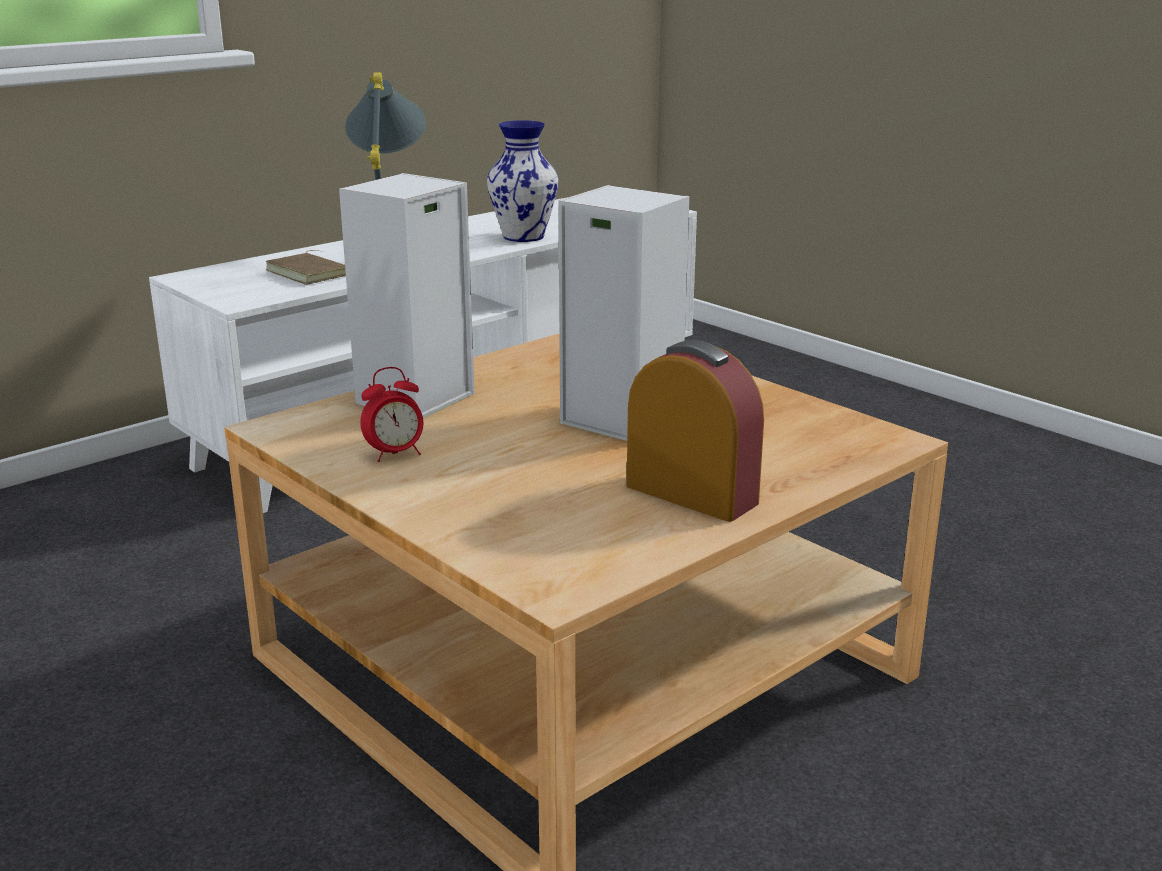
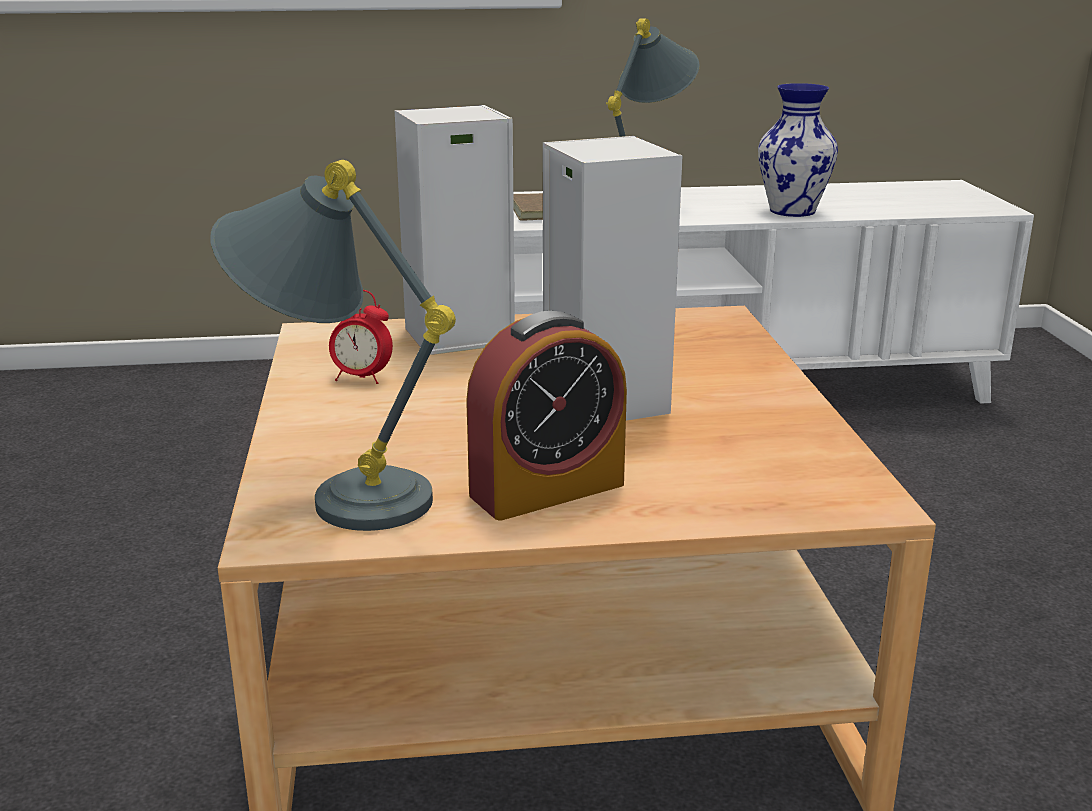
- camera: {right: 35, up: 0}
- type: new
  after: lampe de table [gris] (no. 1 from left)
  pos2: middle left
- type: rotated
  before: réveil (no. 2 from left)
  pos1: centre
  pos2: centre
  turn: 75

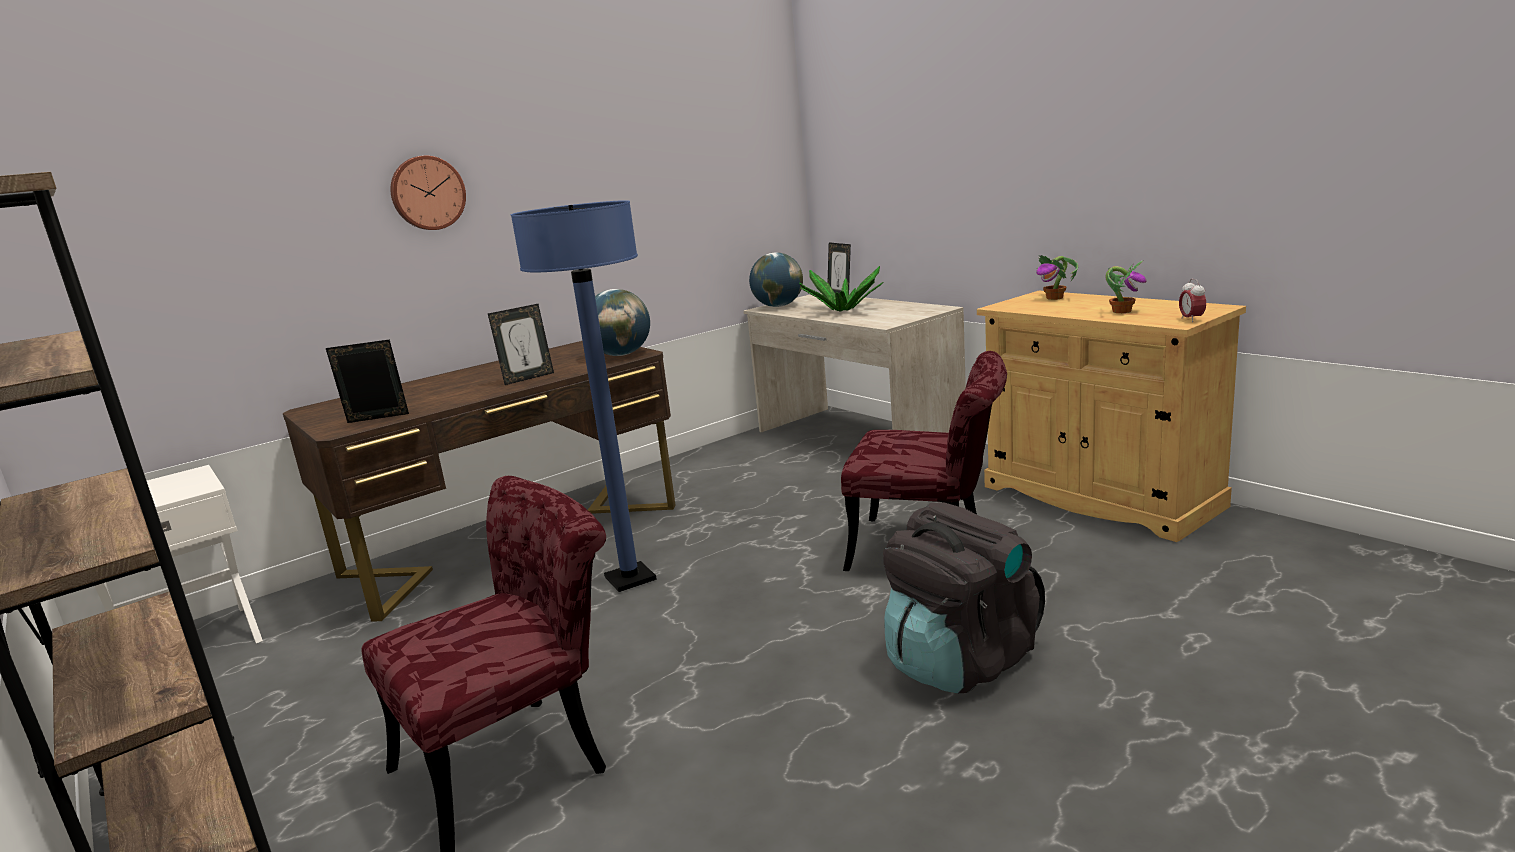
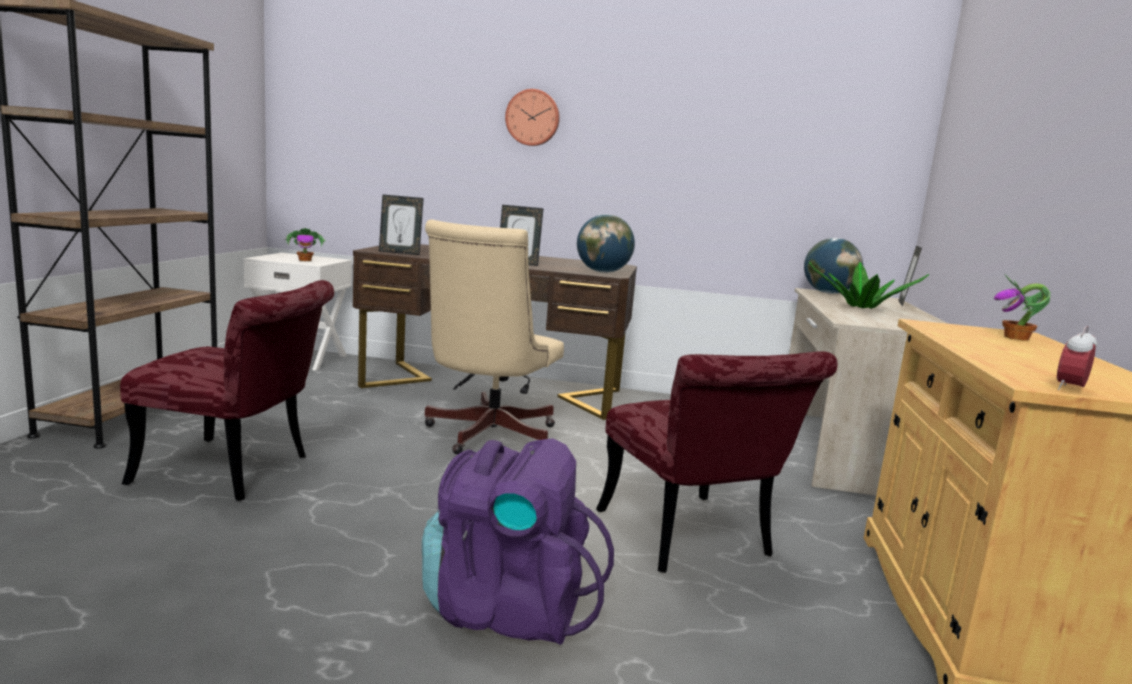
- camera: {right: 45, up: -5}
- type: shifted
  before: plante en pot (no. 3 from left in the first image)
  after: plante en pot (no. 1 from left)
  pos1: middle right
  pos2: middle left
- type: swapped
  before: lampadaire [bleu]
  after: chaise de bureau [beige]
  pos1: centre
  pos2: centre
- type: repainted
  before: sac à dos [noir]
  after: sac à dos [violet]
  pos1: bottom centre
  pos2: bottom centre
- type: rotated
  before: cadre photo (no. 1 from left)
  pos1: middle left
  pos2: top centre
  turn: 150

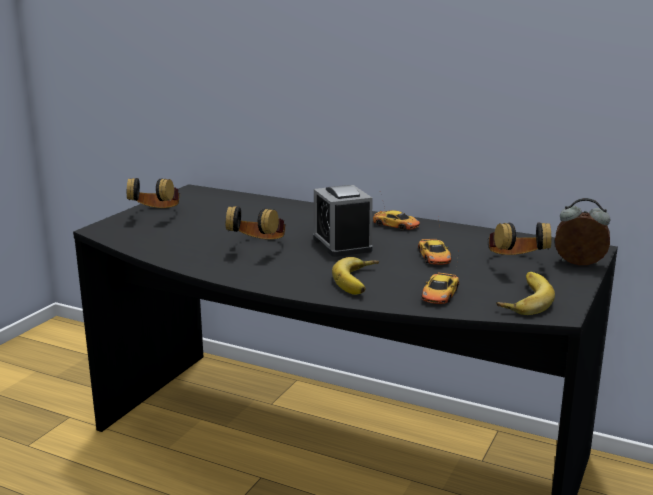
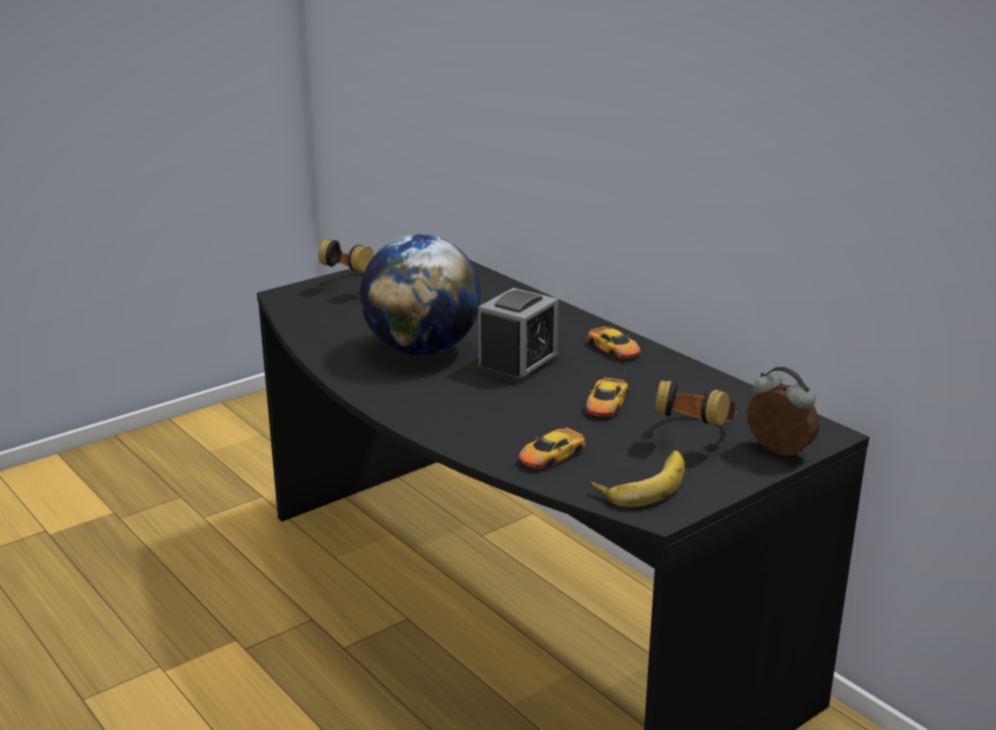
- camera: {right: 25, up: 5}
- type: gone
  before: banane (no. 1 from left)
  pos1: centre
- type: swapped
  before: casque audio (no. 2 from left)
  after: globe
  pos1: centre
  pos2: centre
- type: rotated
  before: réveil (no. 1 from left)
  pos1: centre
  pos2: centre
  turn: -150

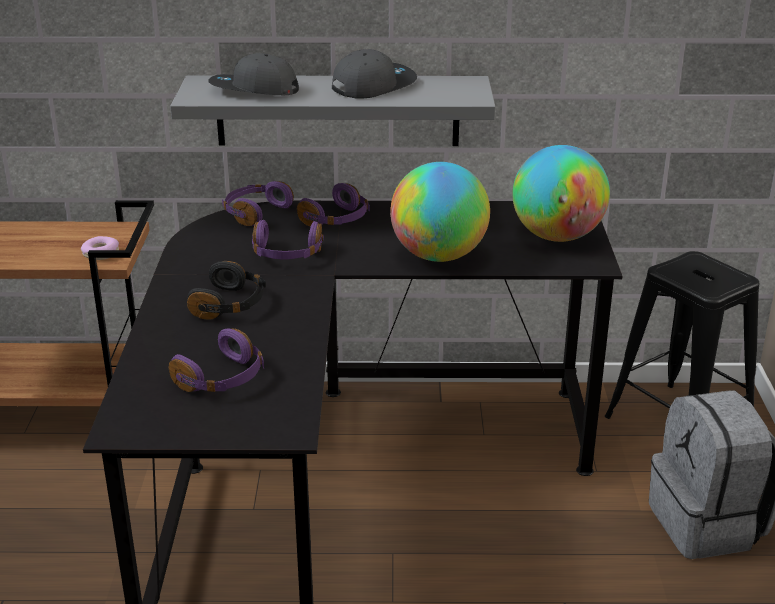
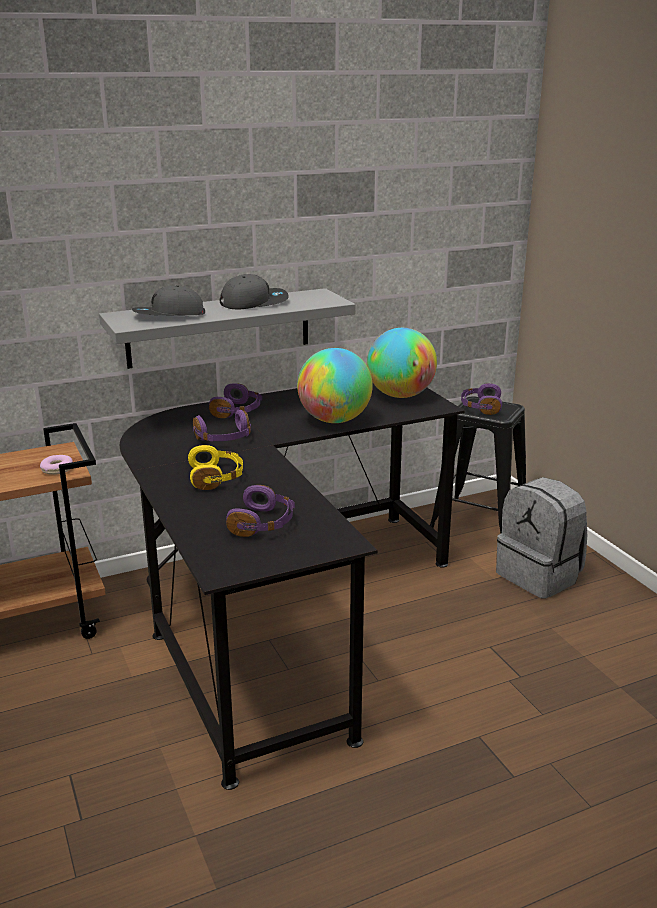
- camera: {right: -25, up: -5}
- type: shifted
  before: casque audio [violet] (no. 2 from left in the first image)
  after: casque audio [violet] (no. 4 from left)
  pos1: middle left
  pos2: middle right
- type: repainted
  before: casque audio [noir]
  after: casque audio [jaune]
  pos1: middle left
  pos2: middle left
- type: rotated
  before: casquette [gris] (no. 2 from left)
  pos1: top centre
  pos2: top centre
  turn: 45

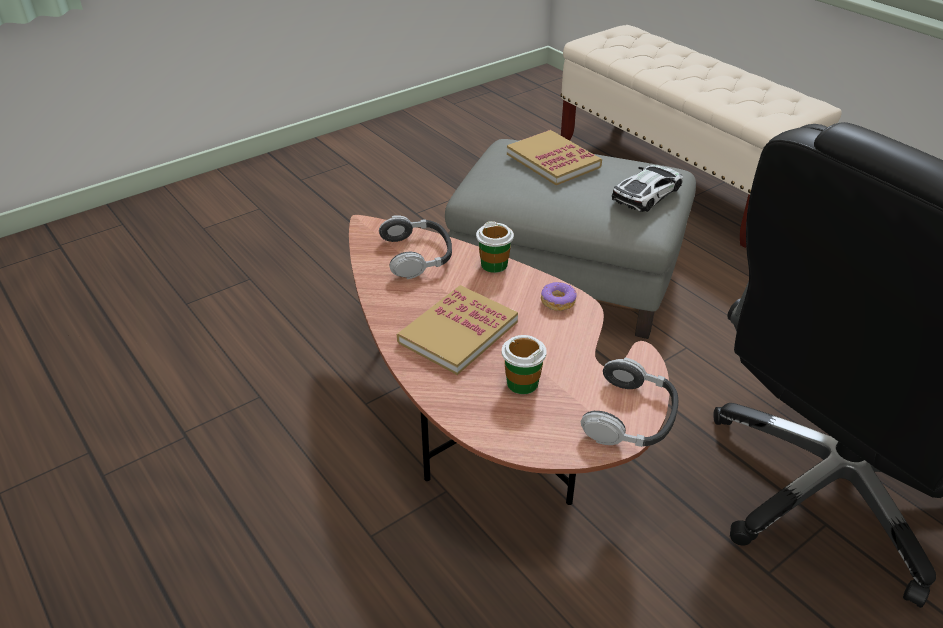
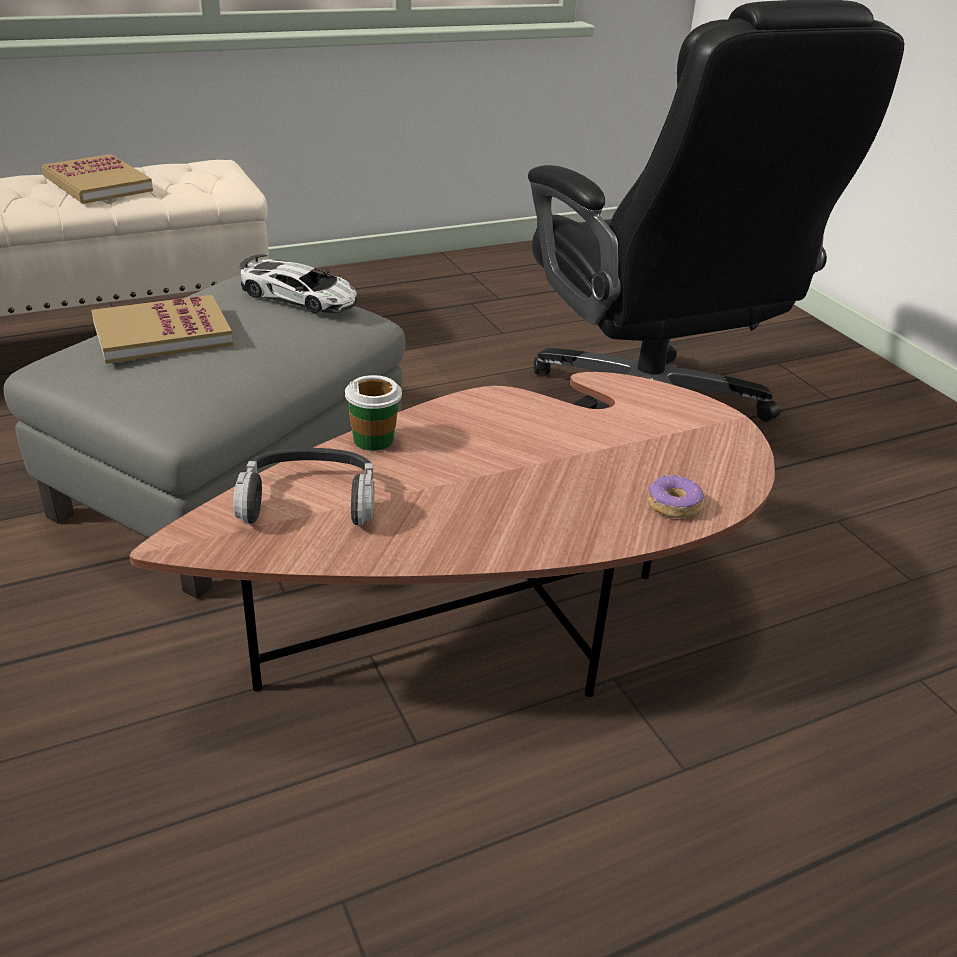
- camera: {right: -80, up: -5}
- type: gone
  before: tasse (no. 2 from left)
  pos1: centre
- type: gone
  before: casque audio (no. 2 from left)
  pos1: middle right
- type: shifted
  before: livre (no. 1 from left)
  pos1: centre
  pos2: top left
- type: shifted
  before: beignet
  pos1: centre
  pos2: middle right
- type: rotated
  before: petite voiture
  pos1: top right
  pos2: top left
  turn: 150

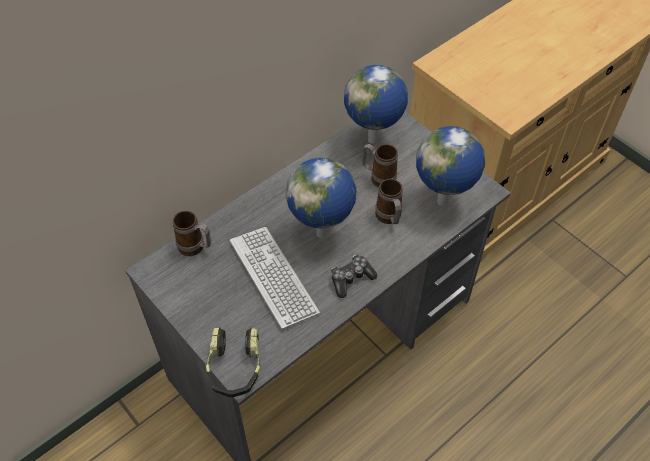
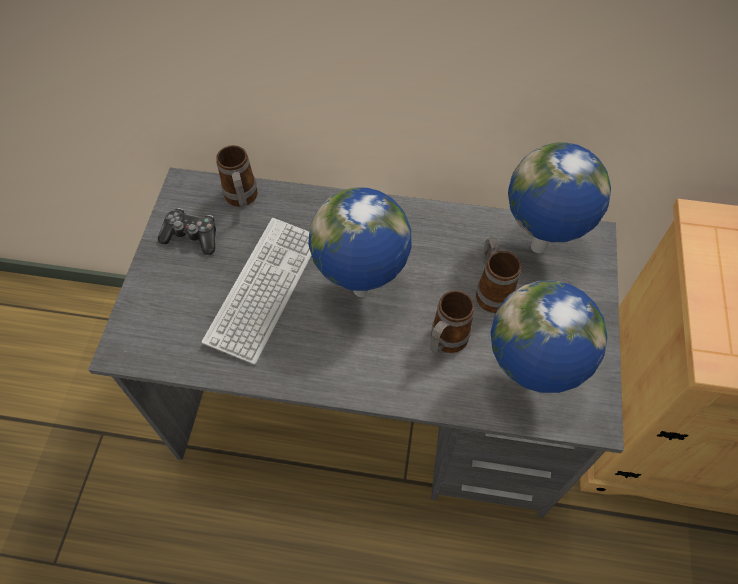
- camera: {right: 50, up: 5}
- type: gone
  before: casque audio
  pos1: bottom centre
- type: shifted
  before: manette
  pos1: centre
  pos2: middle left

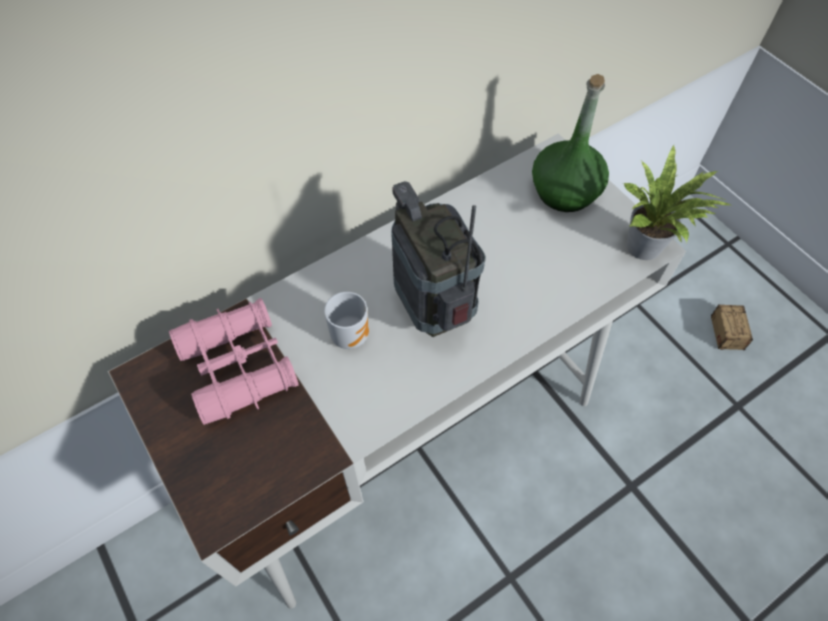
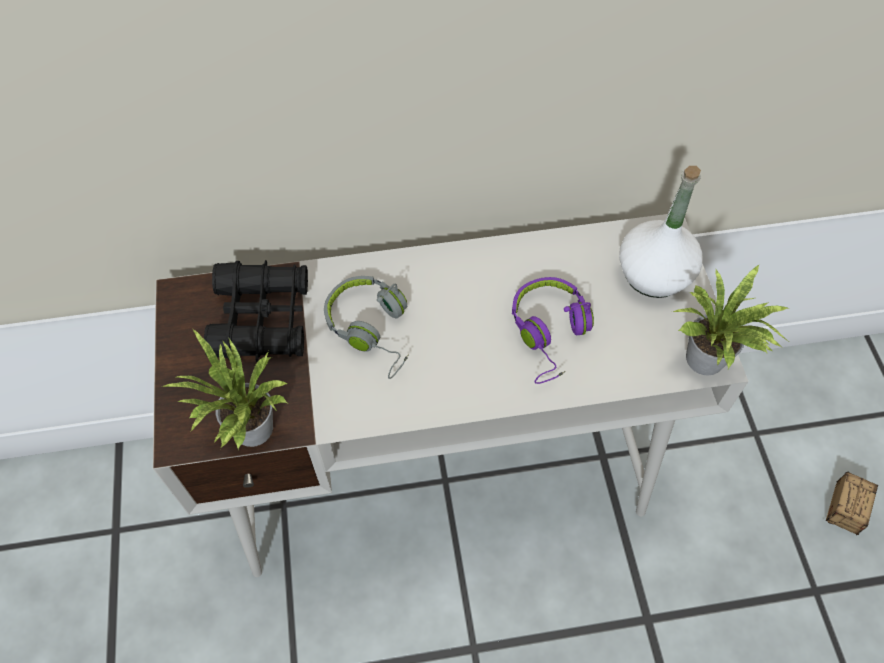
- camera: {right: 25, up: 0}
- type: gone
  before: radio
  pos1: centre
- type: new
  after: plante en pot (no. 1 from left)
  pos2: middle left
- type: new
  after: casque audio [violet]
  pos2: centre
- type: swapped
  before: mug
  after: casque audio [gris]
  pos1: centre
  pos2: centre
- type: repainted
  before: jumelles [rose]
  after: jumelles [noir]
  pos1: middle left
  pos2: middle left
- type: repainted
  before: bouteille [vert]
  after: bouteille [blanc]
  pos1: top right
  pos2: middle right

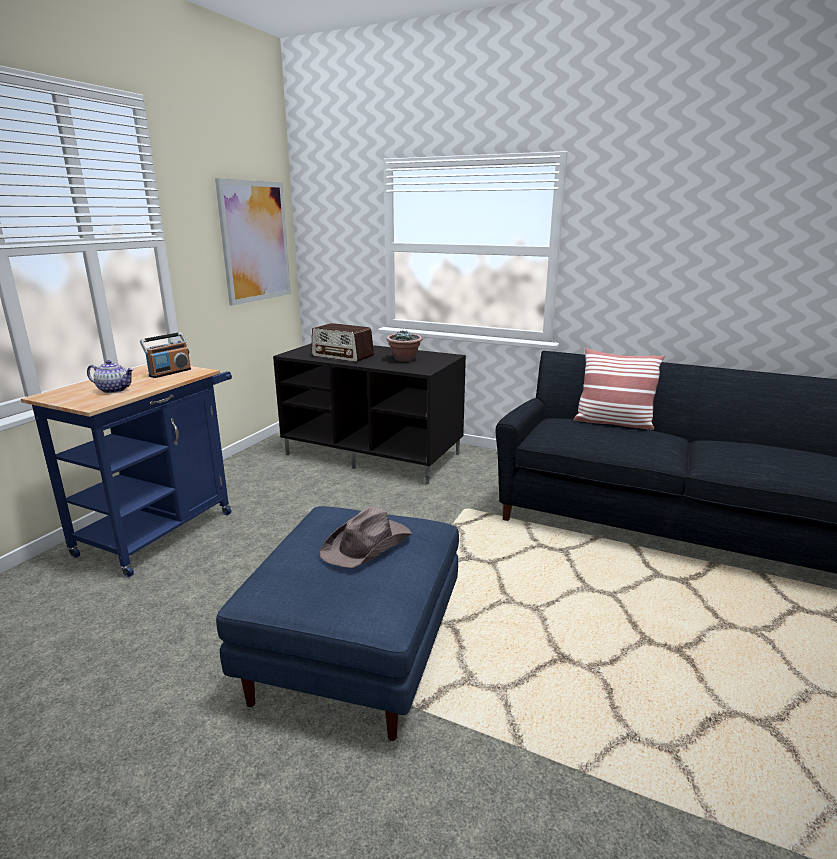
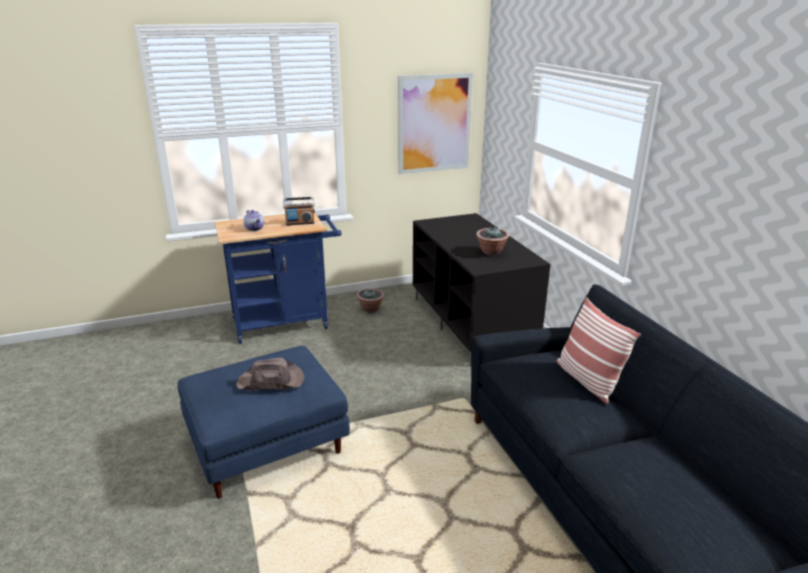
- camera: {right: 45, up: 5}
- type: gone
  before: radio (no. 2 from left)
  pos1: centre
- type: new
  after: plante en pot (no. 1 from left)
  pos2: centre

